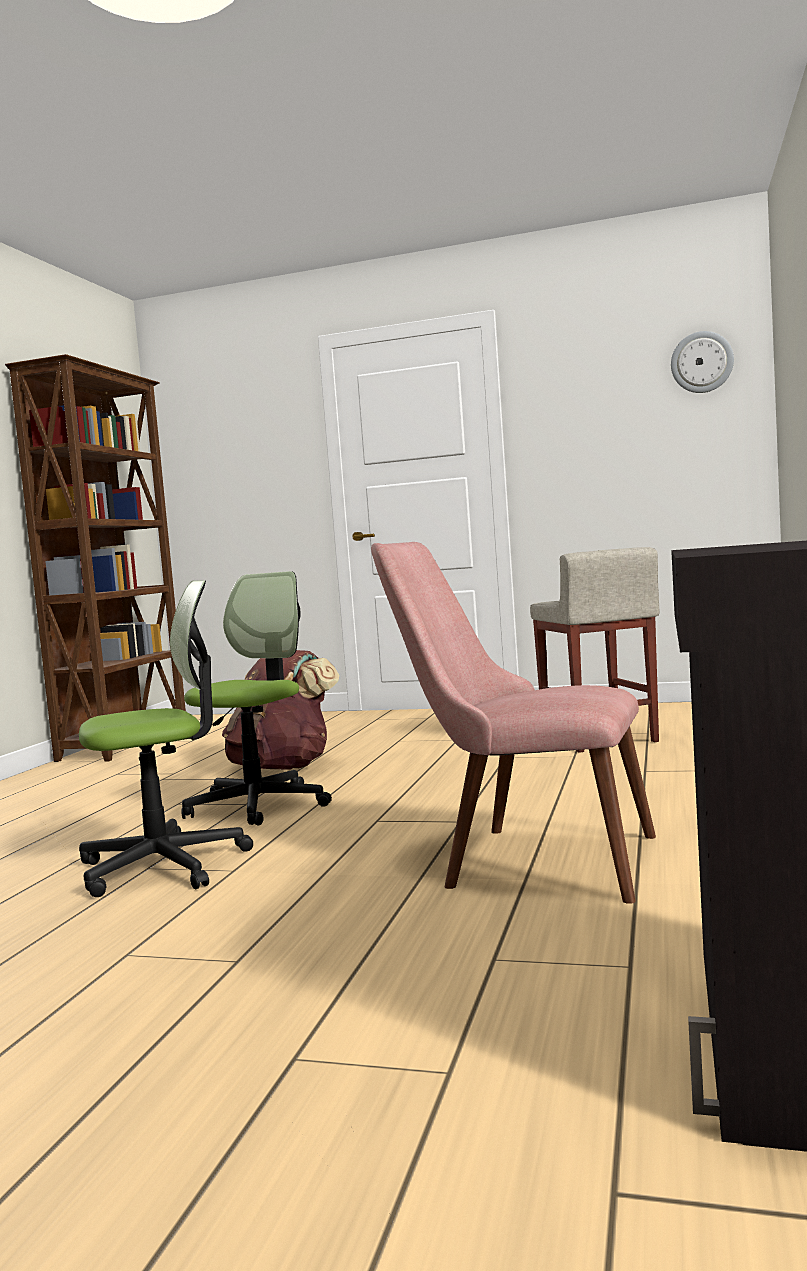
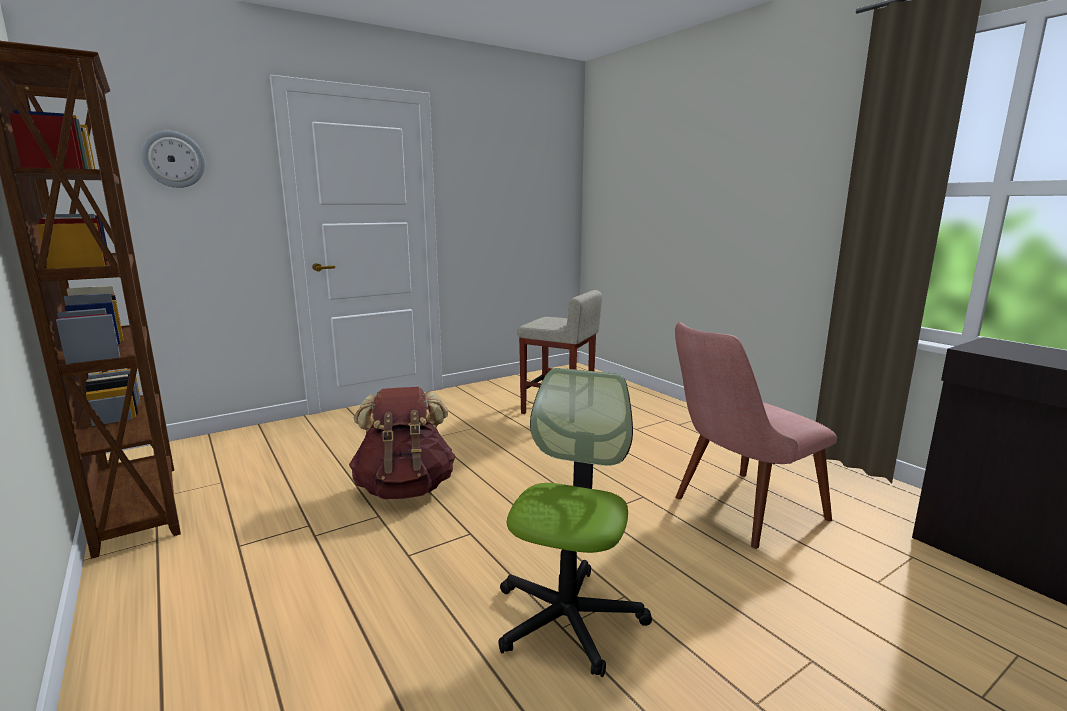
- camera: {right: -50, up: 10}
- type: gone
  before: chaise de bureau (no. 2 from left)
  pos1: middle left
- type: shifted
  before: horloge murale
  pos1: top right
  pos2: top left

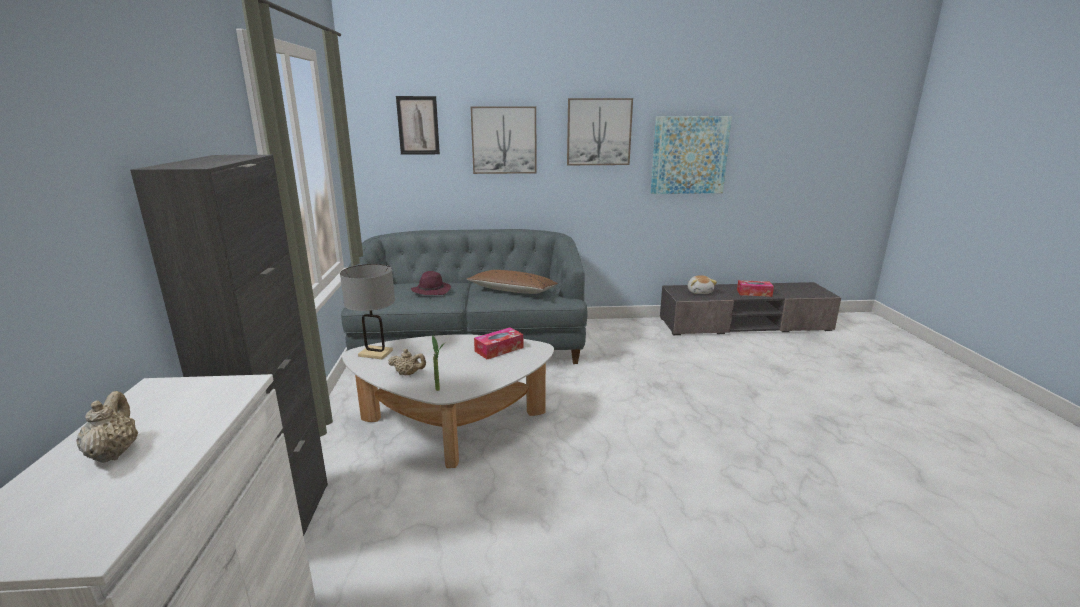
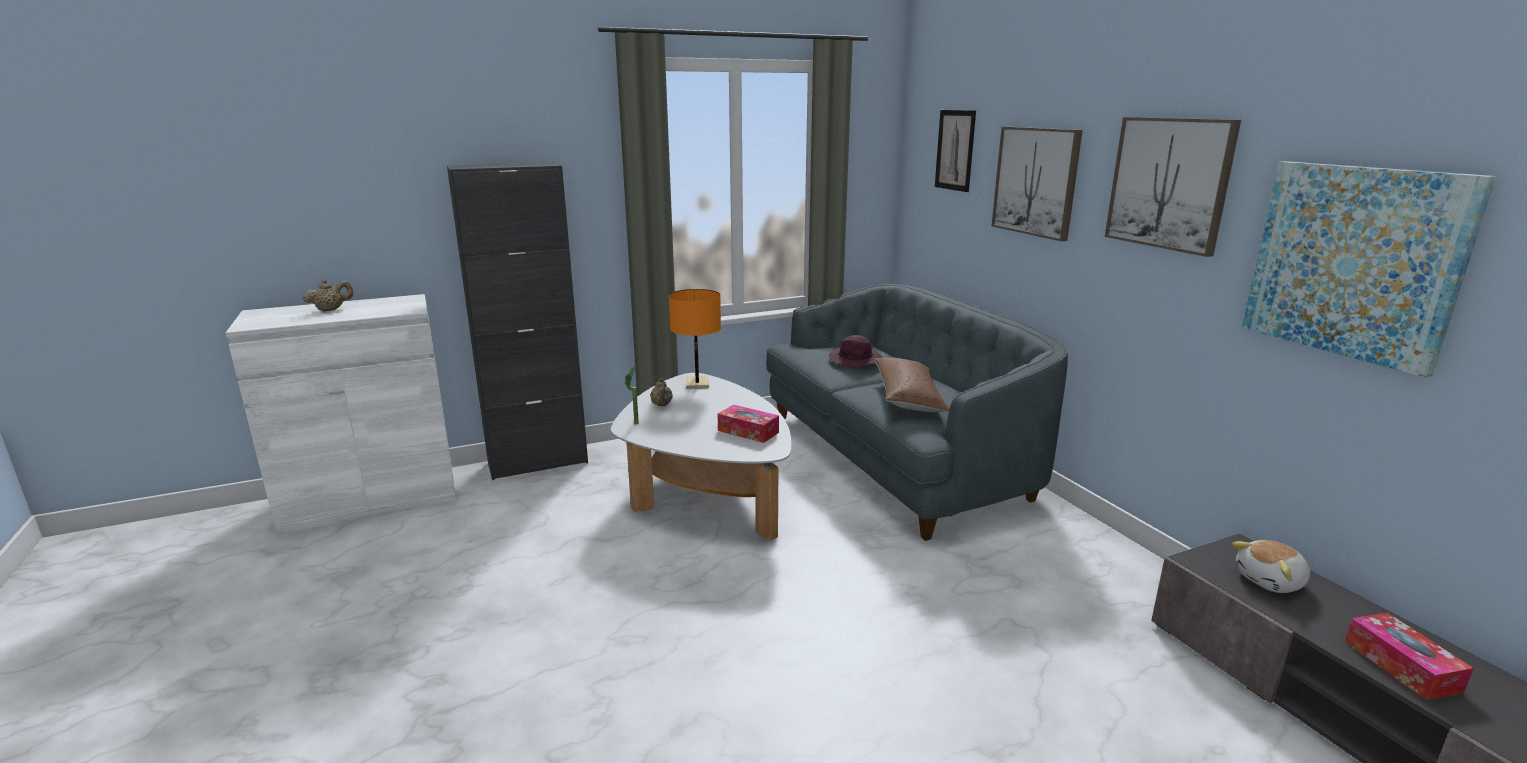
- camera: {right: 70, up: 0}
- type: repainted
  before: lampe de table [gris]
  after: lampe de table [orange]
  pos1: centre
  pos2: centre

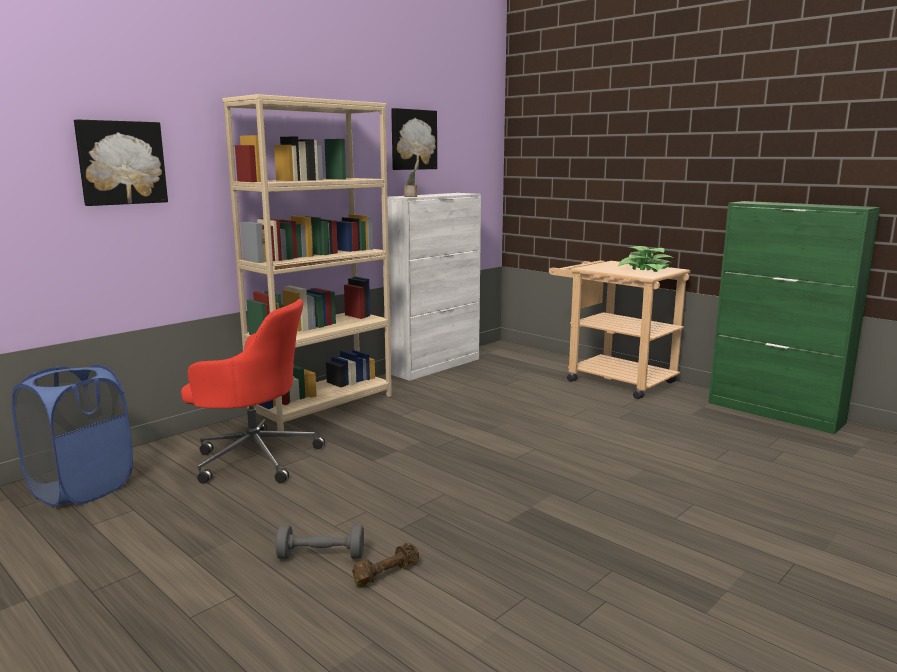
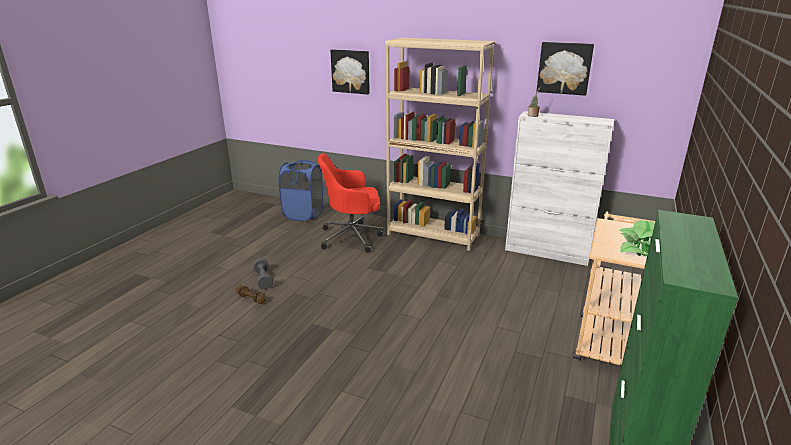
- camera: {right: 70, up: 10}
- type: rotated
  before: chaise de bureau [rouge]
  pos1: middle left
  pos2: centre
  turn: 90

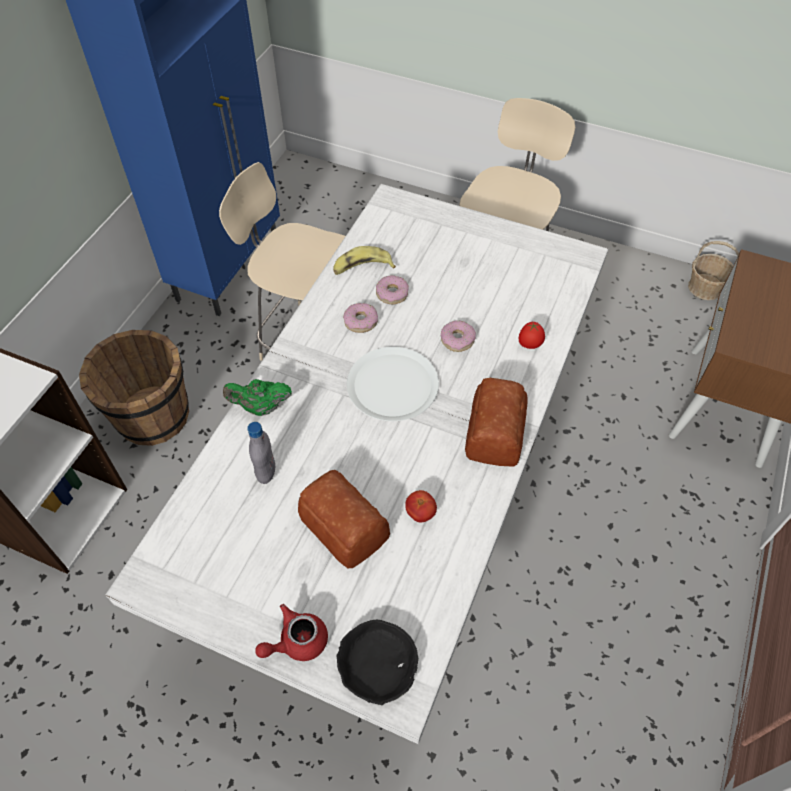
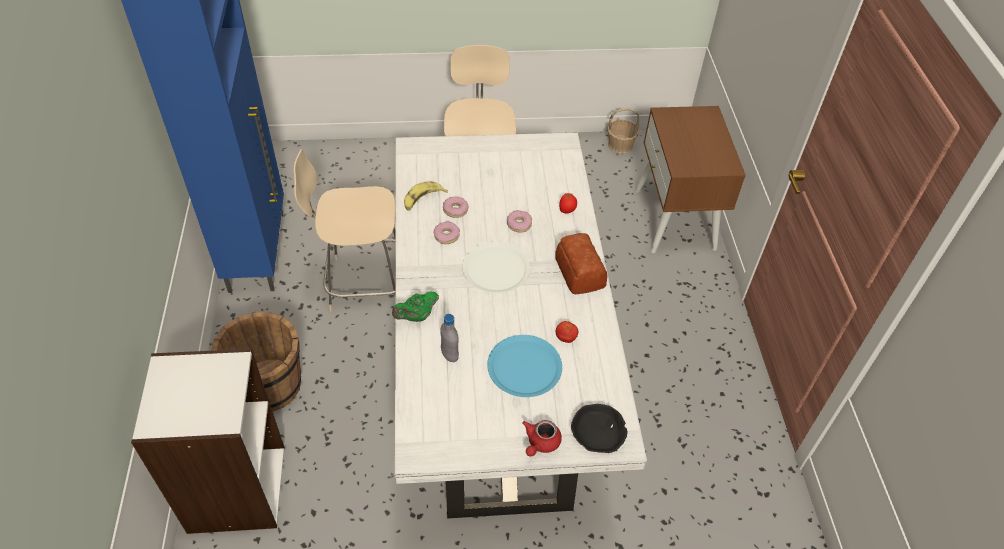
- camera: {right: -30, up: -5}
- type: swapped
  before: pain (no. 1 from left)
  after: assiette [bleu]
  pos1: centre
  pos2: bottom centre

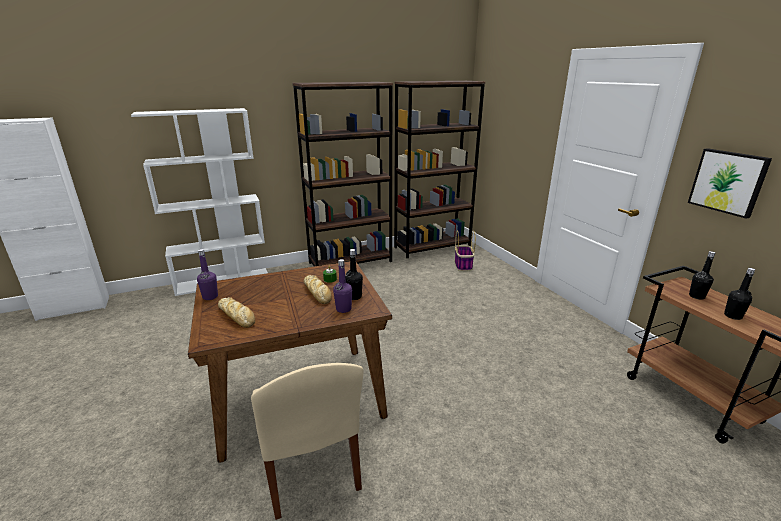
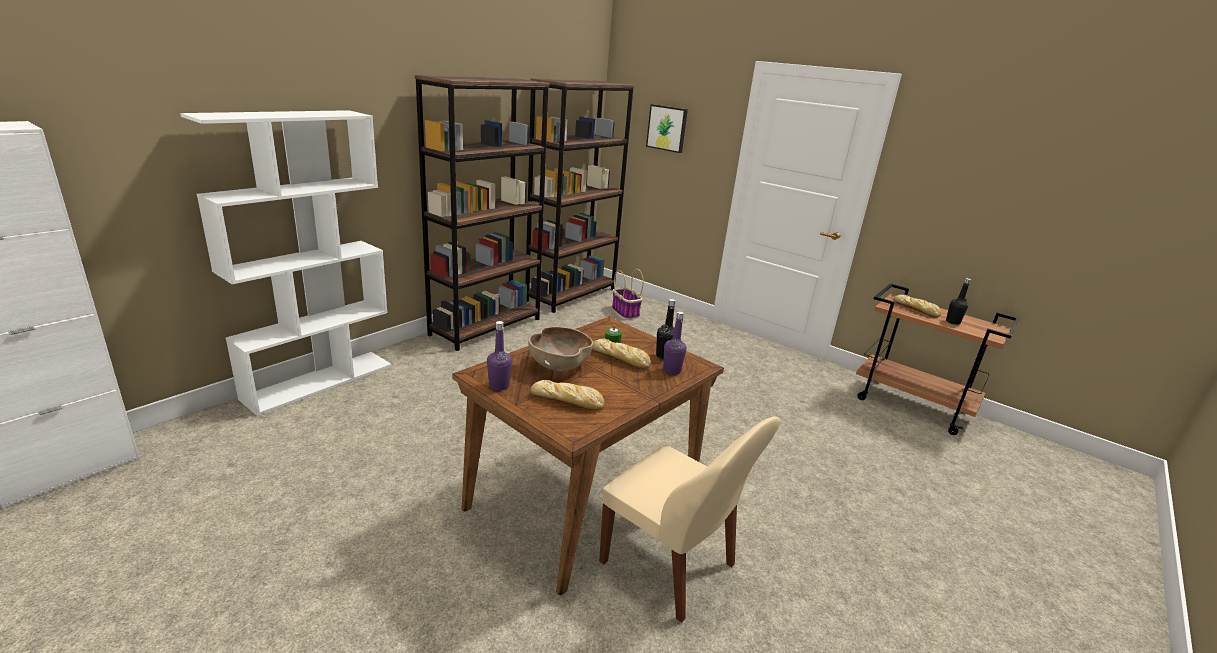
- camera: {right: -30, up: 0}
- type: new
  after: bol [marron]
  pos2: centre
- type: shifted
  before: tableau
  pos1: middle right
  pos2: top centre
- type: swapped
  before: bouteille [noir] (no. 2 from left)
  after: pain (no. 3 from left)
  pos1: middle right
  pos2: middle right

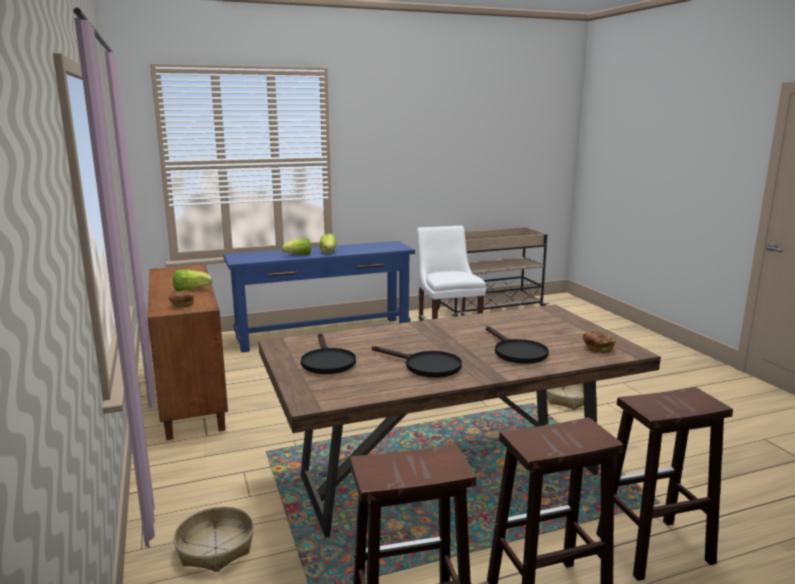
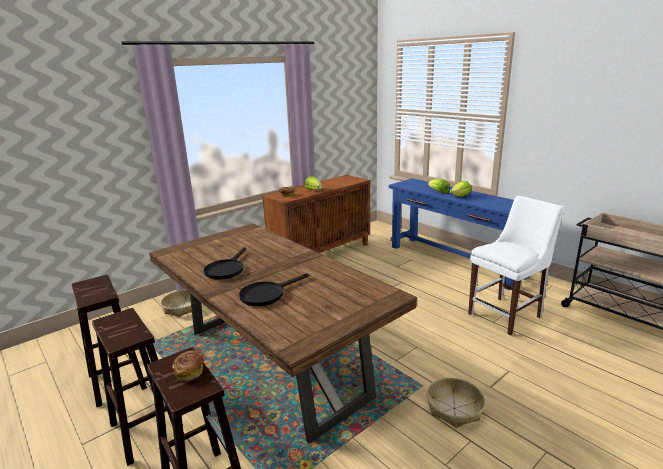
- camera: {right: 70, up: 5}
- type: gone
  before: poêle [noir] (no. 1 from left)
  pos1: centre
- type: shifted
  before: pain (no. 2 from left in the first image)
  after: pain (no. 1 from left)
  pos1: middle right
  pos2: bottom left

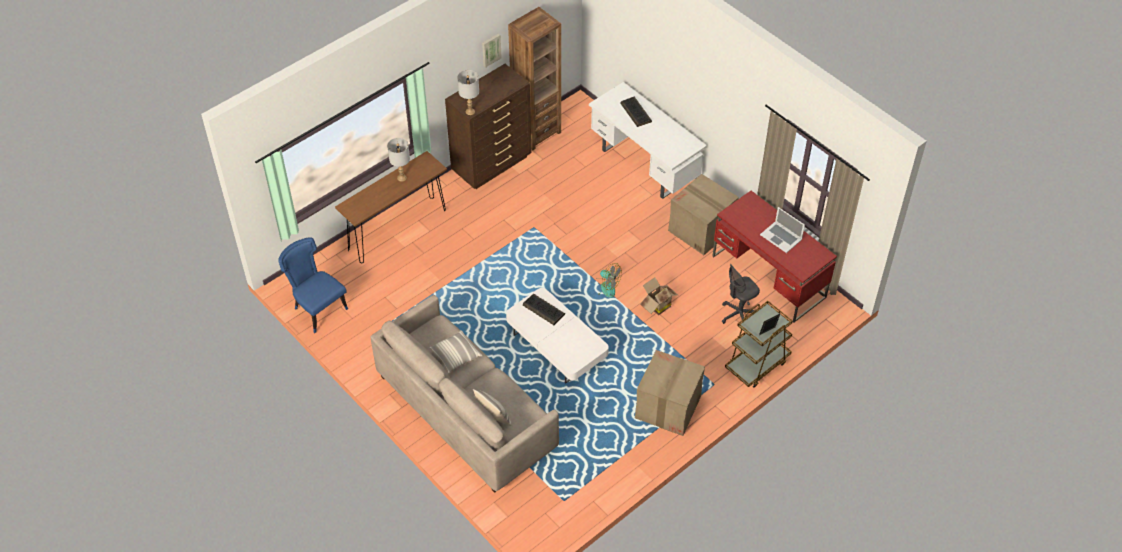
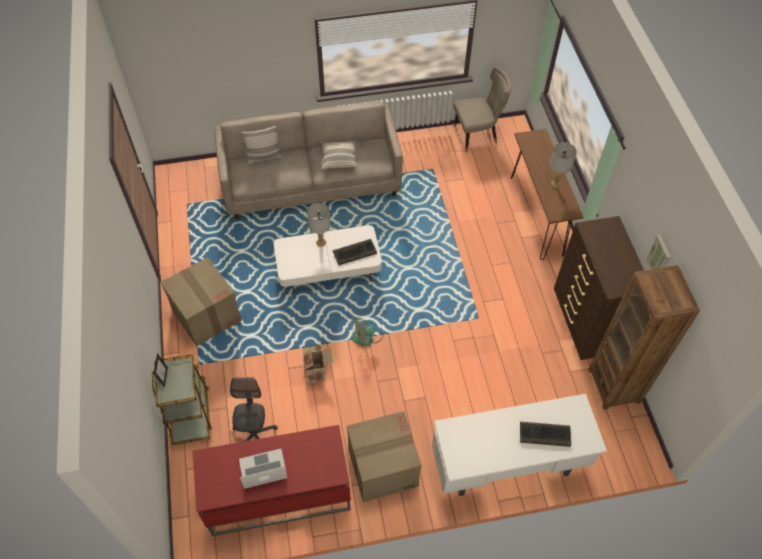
- camera: {right: 120, up: 5}
- type: shifted
  before: lampe de table [gris] (no. 2 from left in the first image)
  after: lampe de table [gris] (no. 1 from left)
  pos1: top centre
  pos2: centre
- type: repainted
  before: chaise [bleu]
  after: chaise [beige]
  pos1: middle left
  pos2: top centre

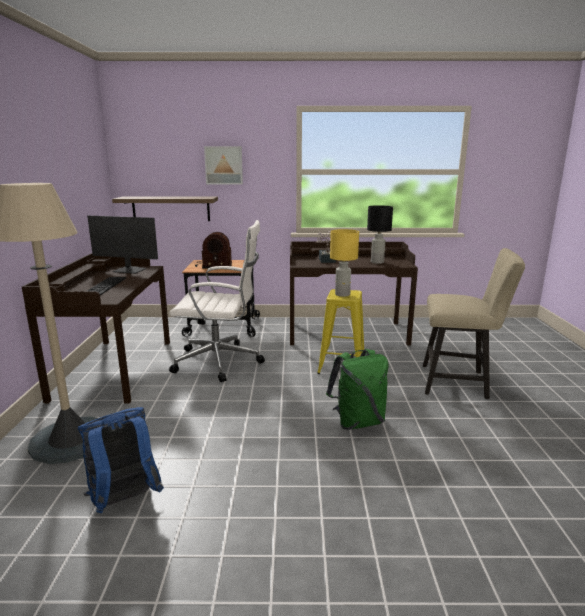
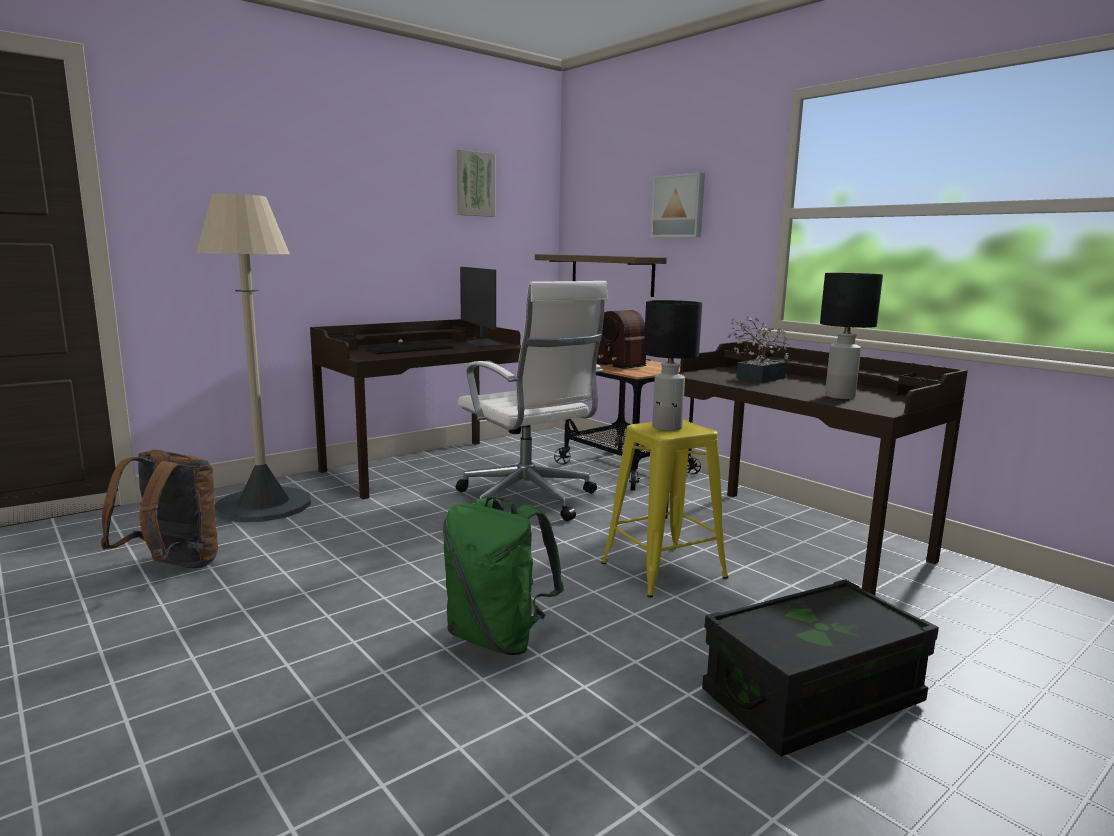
- camera: {right: 50, up: -5}
- type: new
  after: tableau (no. 1 from left)
  pos2: top centre
- type: swapped
  before: chaise [beige]
  after: boîte de rangement [noir]
  pos1: middle right
  pos2: bottom right
- type: repainted
  before: sac à dos [bleu]
  after: sac à dos [marron]
  pos1: bottom left
  pos2: middle left
- type: repainted
  before: lampe de table [jaune]
  after: lampe de table [noir] (no. 1 from left)
  pos1: centre
  pos2: centre

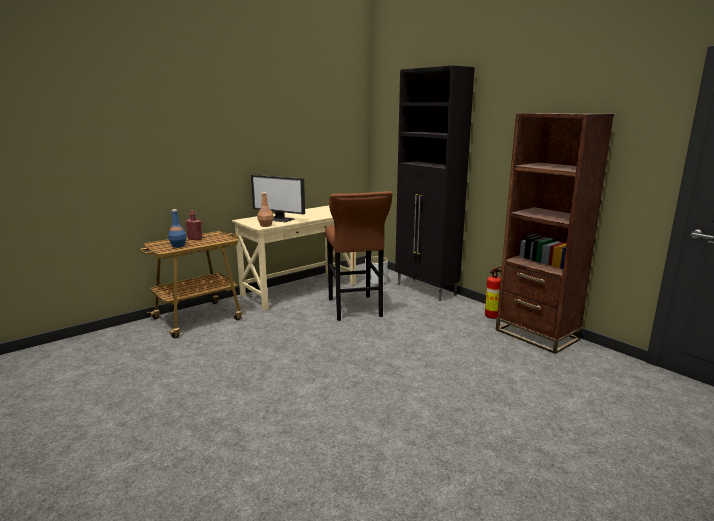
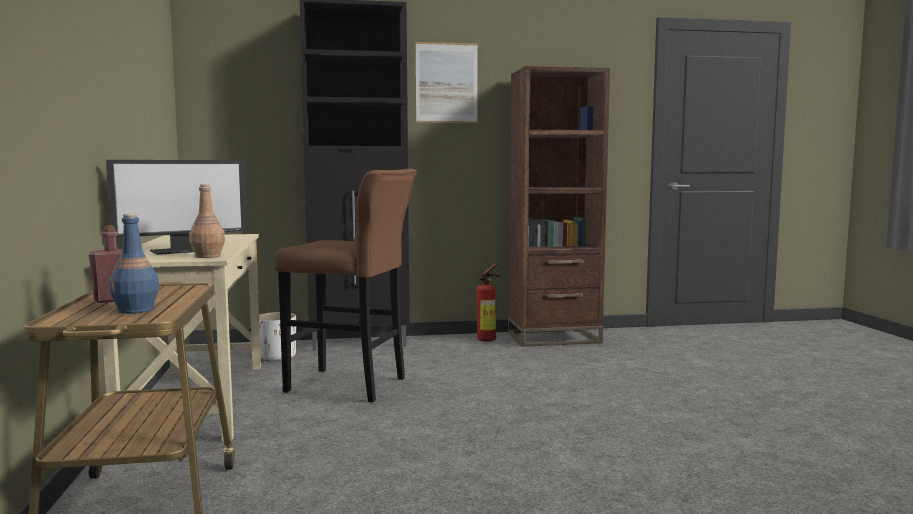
- camera: {right: -60, up: -10}
- type: new
  after: tableau
  pos2: top centre

